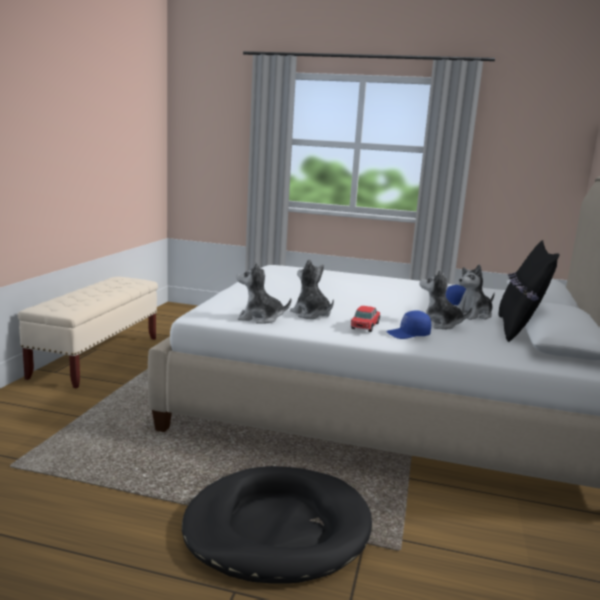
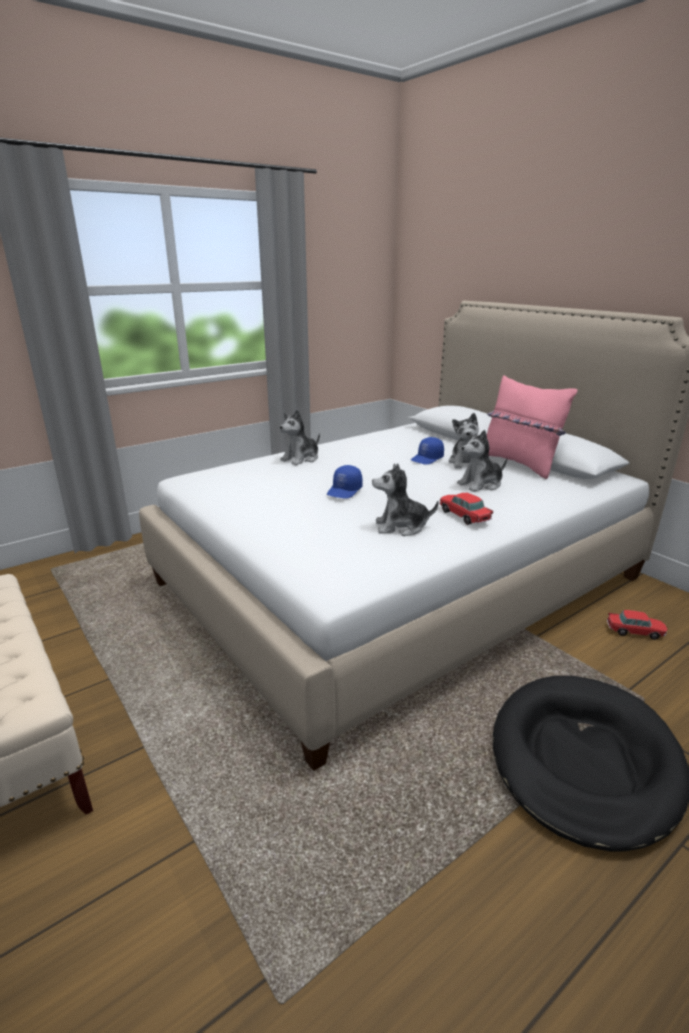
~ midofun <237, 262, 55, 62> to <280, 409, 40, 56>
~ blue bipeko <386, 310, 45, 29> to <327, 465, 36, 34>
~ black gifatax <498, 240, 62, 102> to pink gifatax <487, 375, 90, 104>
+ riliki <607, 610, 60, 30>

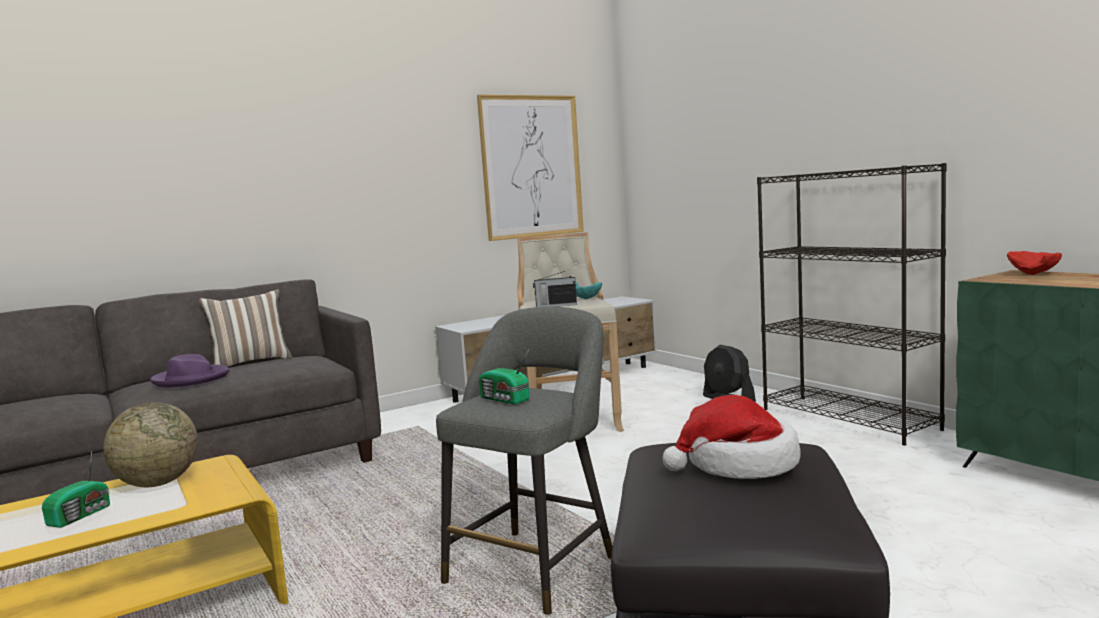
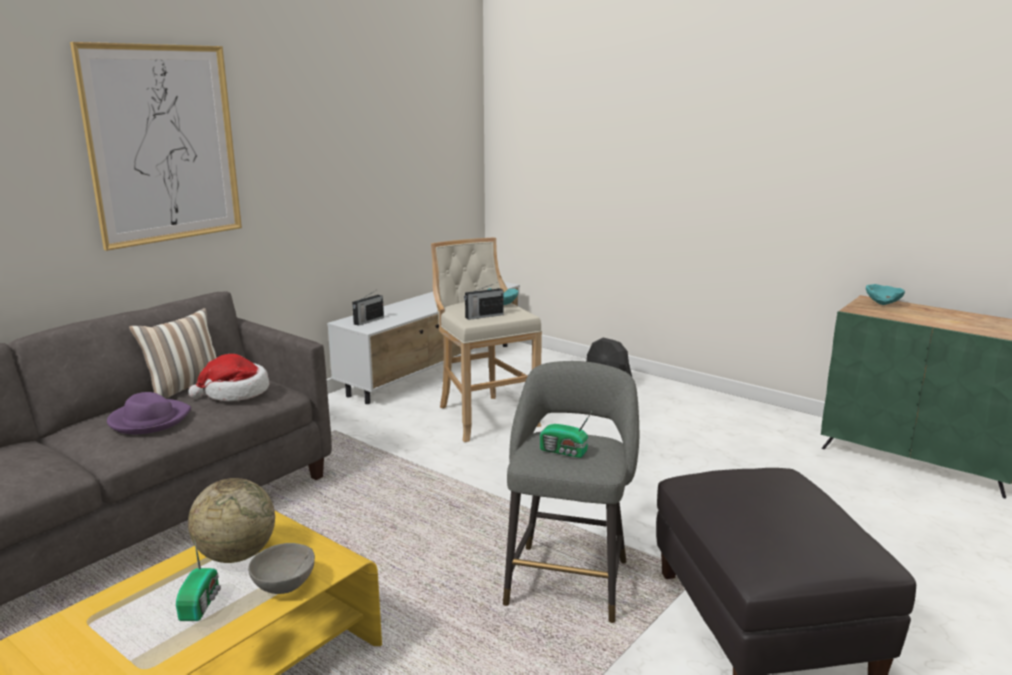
~ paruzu <477, 95, 107, 146> to <70, 42, 172, 209>
~ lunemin <662, 395, 139, 84> to <188, 354, 81, 47>
+ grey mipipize <248, 543, 67, 51>
+ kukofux <352, 292, 32, 34>
~ red mipipize <1007, 251, 55, 24> to turquoise mipipize <866, 284, 39, 21>
- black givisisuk <757, 163, 190, 283>

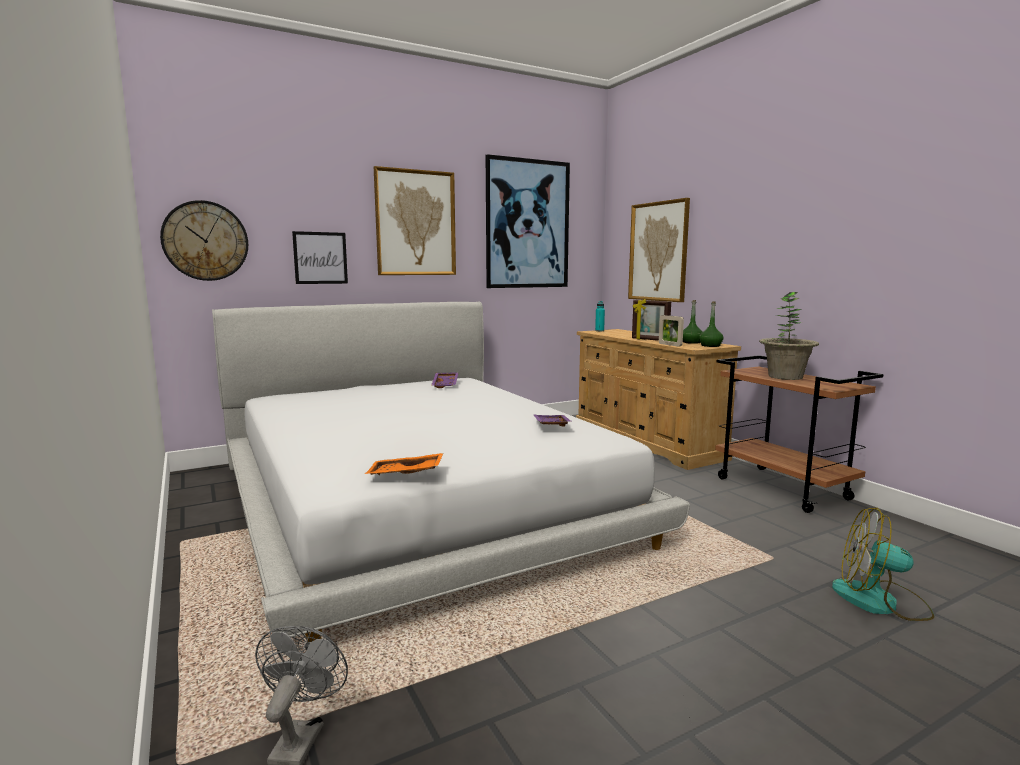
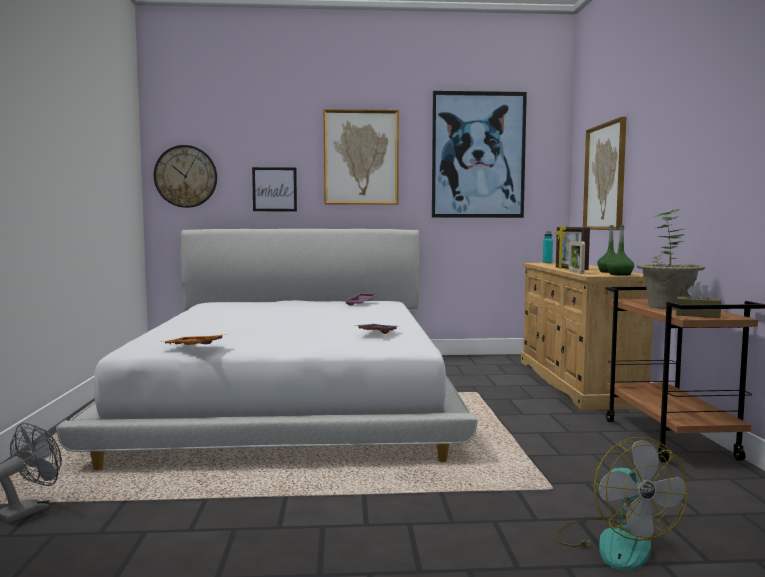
~ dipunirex <832, 508, 102, 113> = <555, 437, 133, 134> 150 degrees counterclockwise
+ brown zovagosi <676, 282, 45, 36>

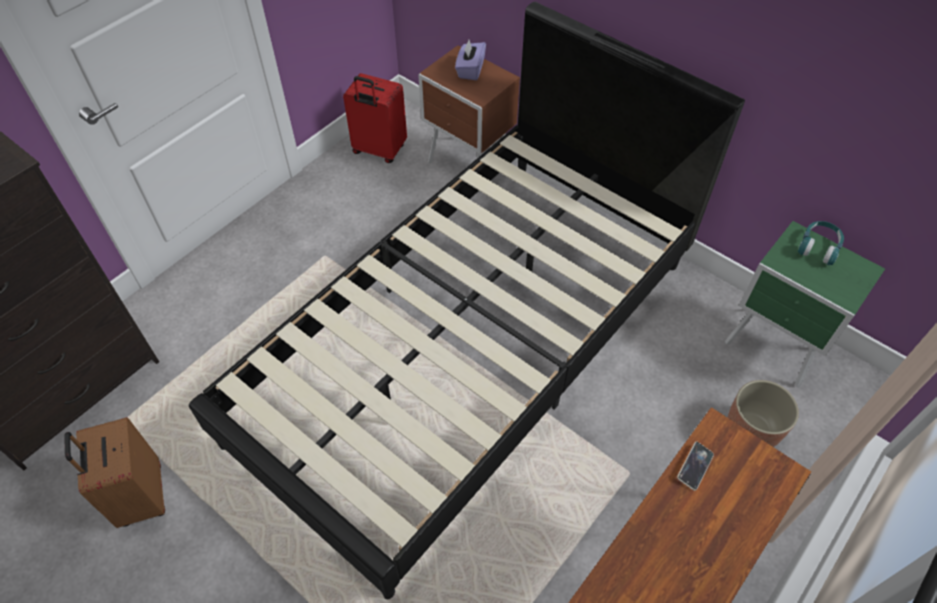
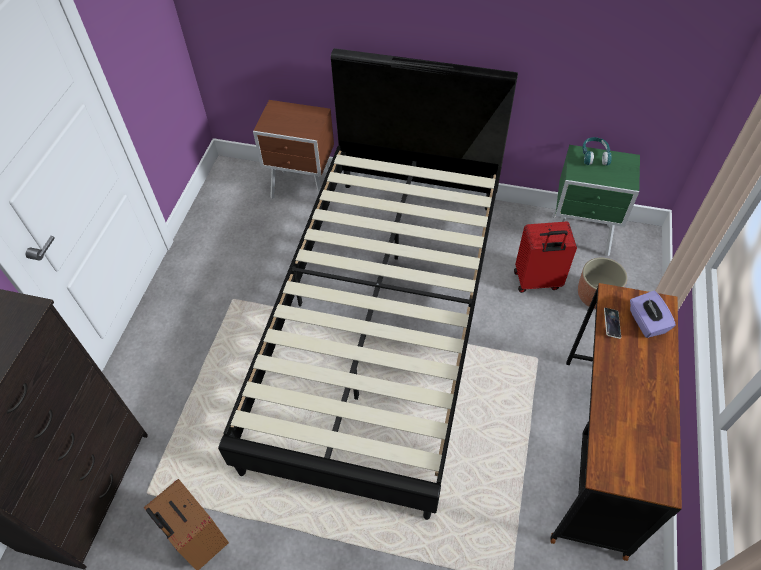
~ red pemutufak <343, 73, 64, 90> to <514, 222, 63, 71>
~ purple zovagosi <455, 40, 31, 40> to <630, 291, 46, 47>

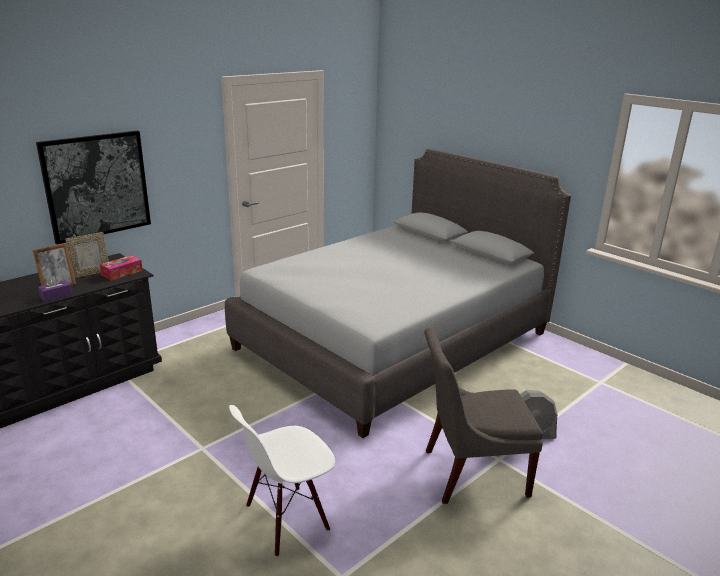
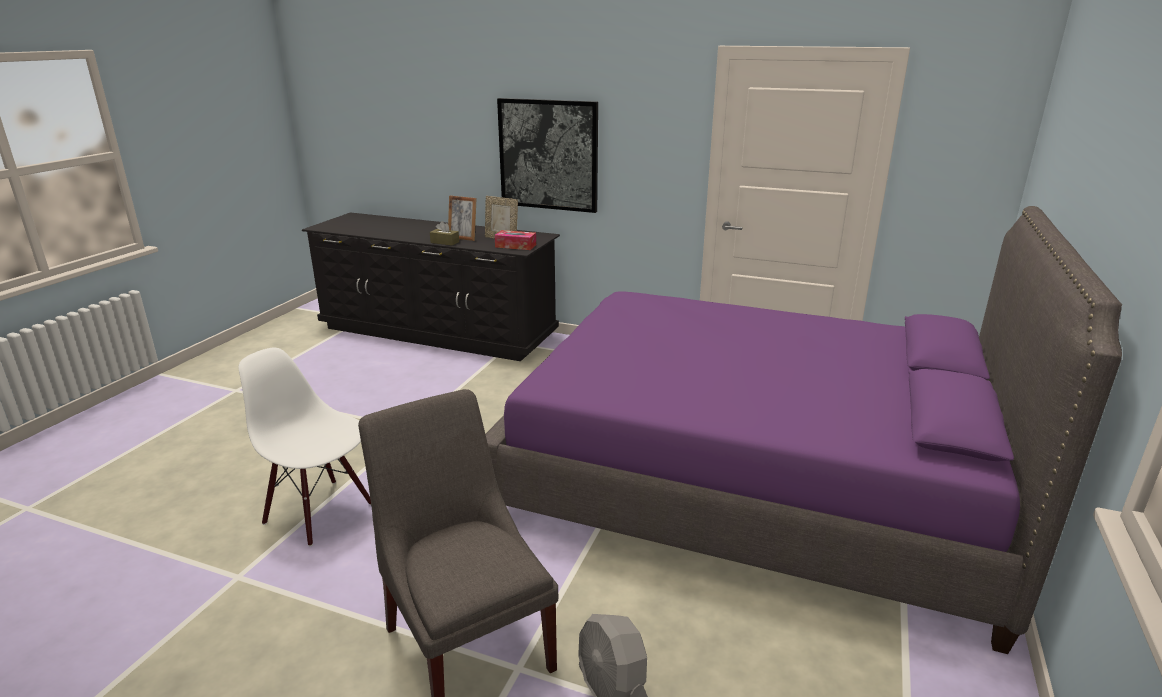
~ purple zovagosi <38, 276, 34, 26> to brown zovagosi <430, 221, 29, 24>
~ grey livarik <225, 148, 346, 290> to purple livarik <486, 206, 636, 448>

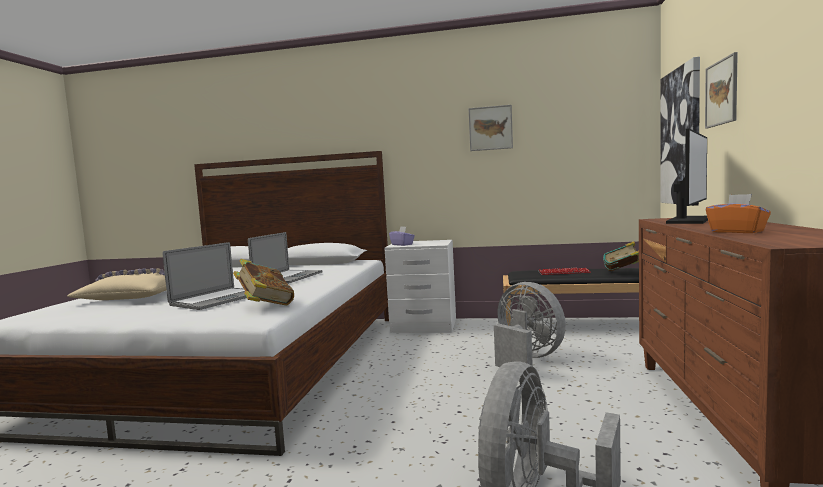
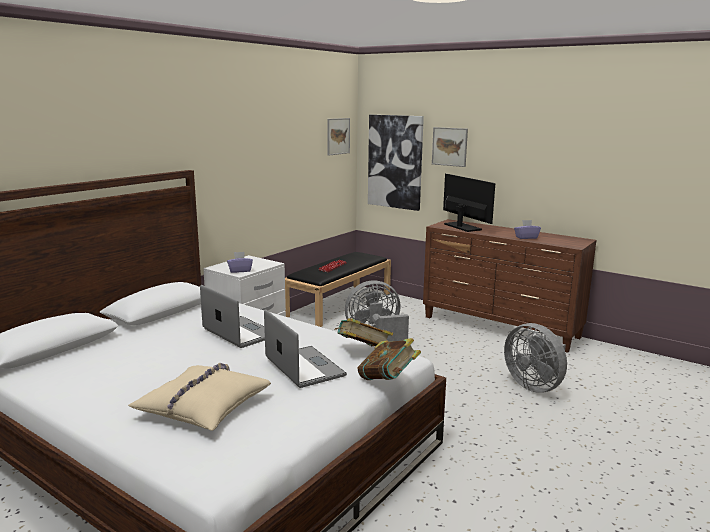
~ paruzu <468, 105, 45, 46> to <327, 118, 23, 38>
~ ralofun <603, 241, 36, 30> to <357, 338, 64, 42>
~ orange zovagosi <706, 194, 65, 39> to purple zovagosi <514, 220, 27, 19>

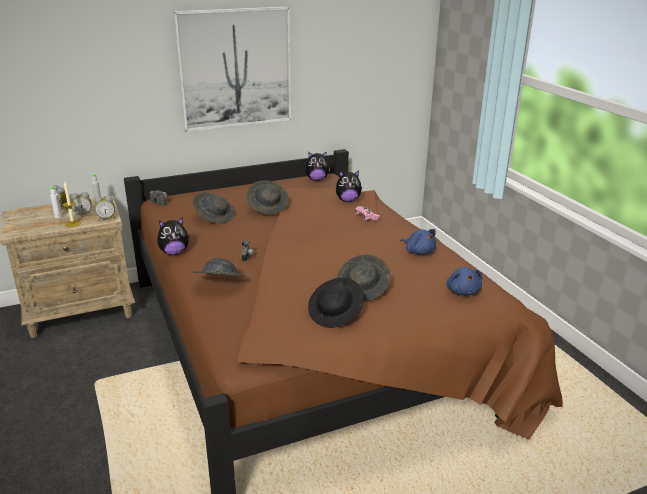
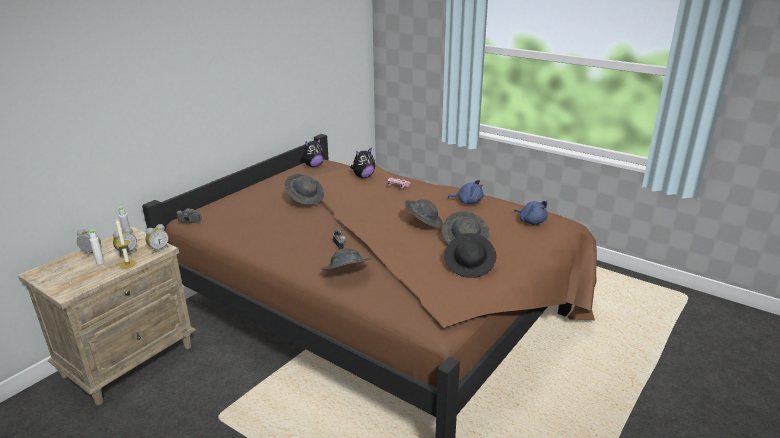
~ grey lunemin <193, 192, 41, 31> to <405, 199, 38, 28>
- midofun <157, 217, 33, 38>
- paruzu <173, 7, 119, 125>

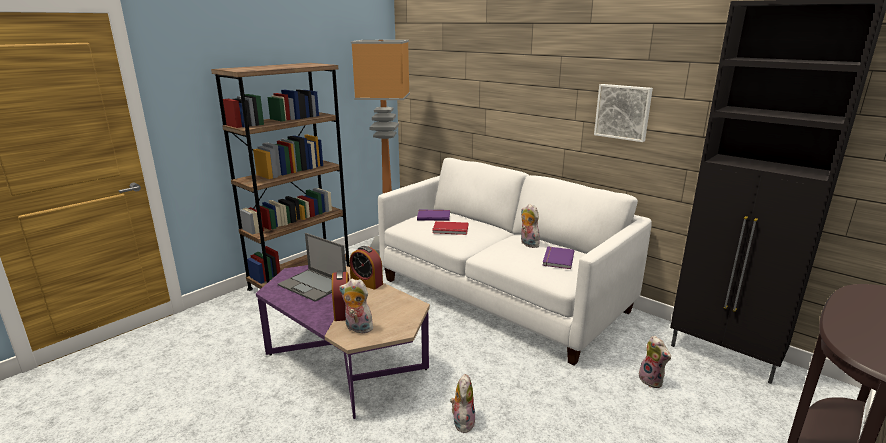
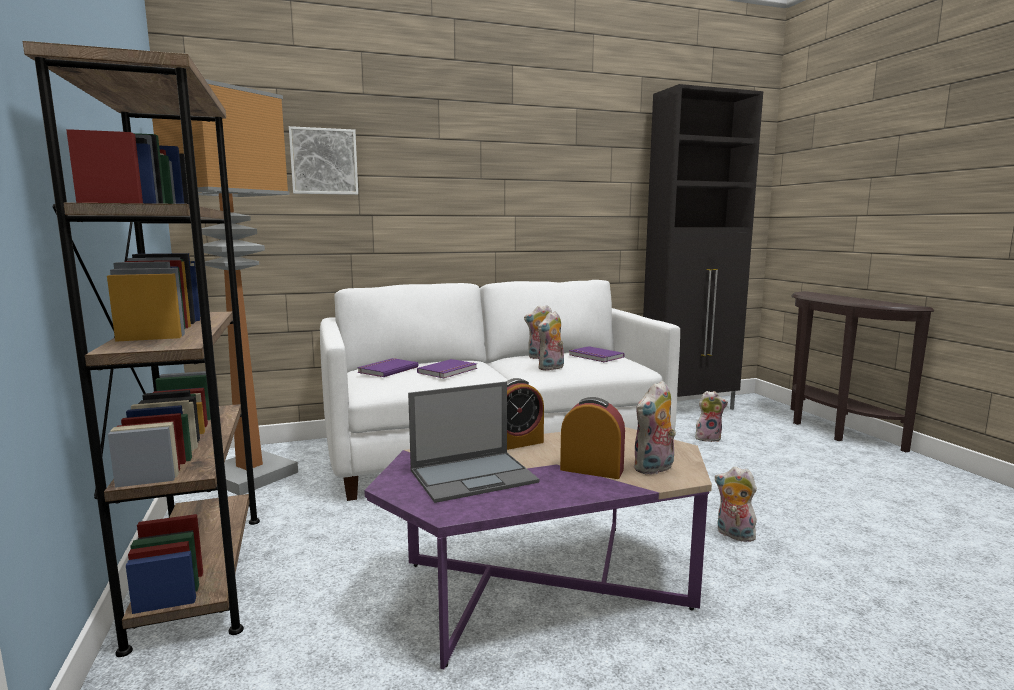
~ paruzu <594, 84, 59, 58> to <289, 126, 69, 69>
~ red ralofun <433, 221, 35, 14> to purple ralofun <417, 359, 60, 19>
+ midofun <538, 311, 26, 60>

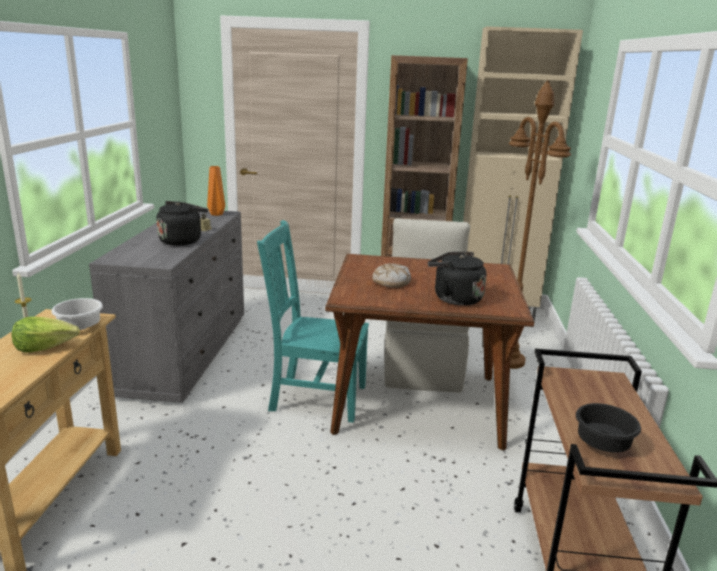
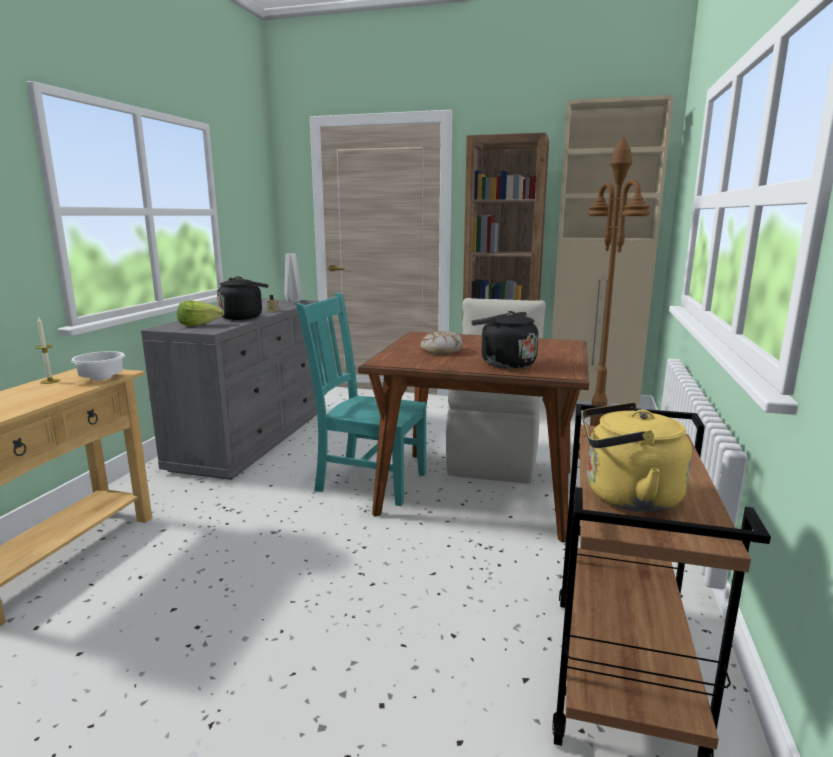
~ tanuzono <12, 317, 68, 36> to <177, 301, 47, 25>
~ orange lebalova <207, 166, 18, 50> to grey lebalova <285, 253, 17, 50>
~ black mipipize <576, 403, 65, 49> to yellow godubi <582, 402, 110, 110>

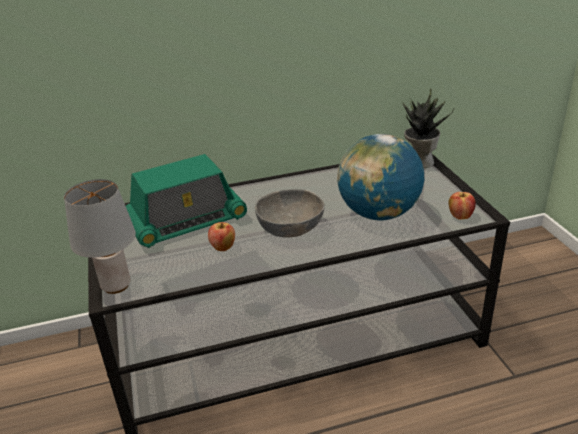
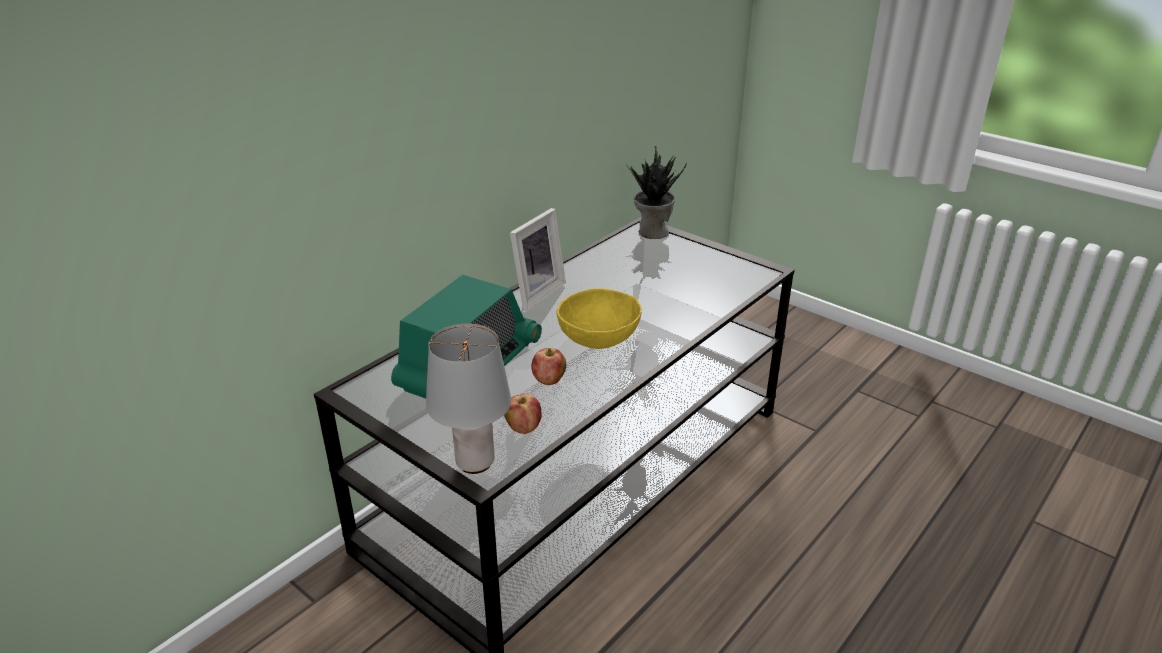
~ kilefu <449, 192, 27, 28> to <504, 394, 38, 40>
+ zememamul <510, 208, 56, 102>
~ grey mipipize <255, 189, 70, 49> to yellow mipipize <556, 288, 86, 61>
- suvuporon <337, 134, 87, 86>

